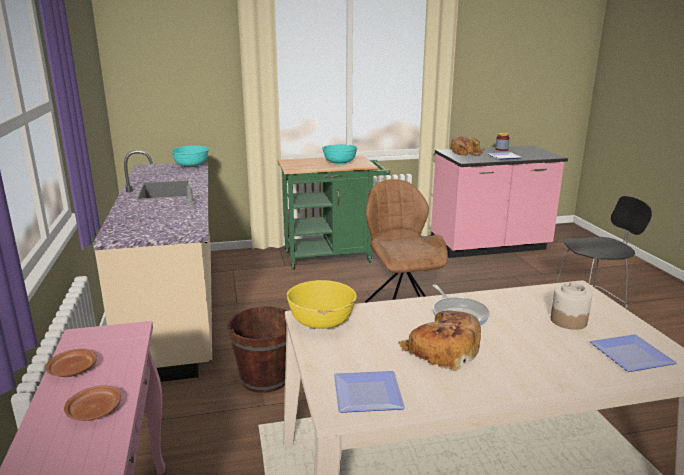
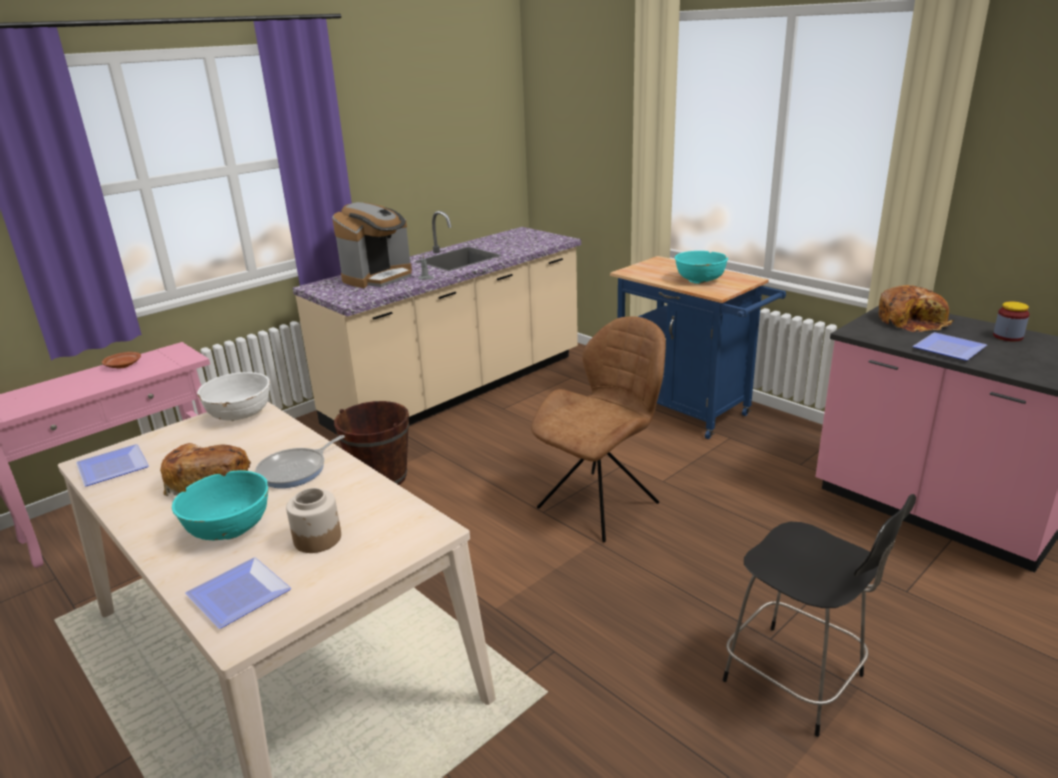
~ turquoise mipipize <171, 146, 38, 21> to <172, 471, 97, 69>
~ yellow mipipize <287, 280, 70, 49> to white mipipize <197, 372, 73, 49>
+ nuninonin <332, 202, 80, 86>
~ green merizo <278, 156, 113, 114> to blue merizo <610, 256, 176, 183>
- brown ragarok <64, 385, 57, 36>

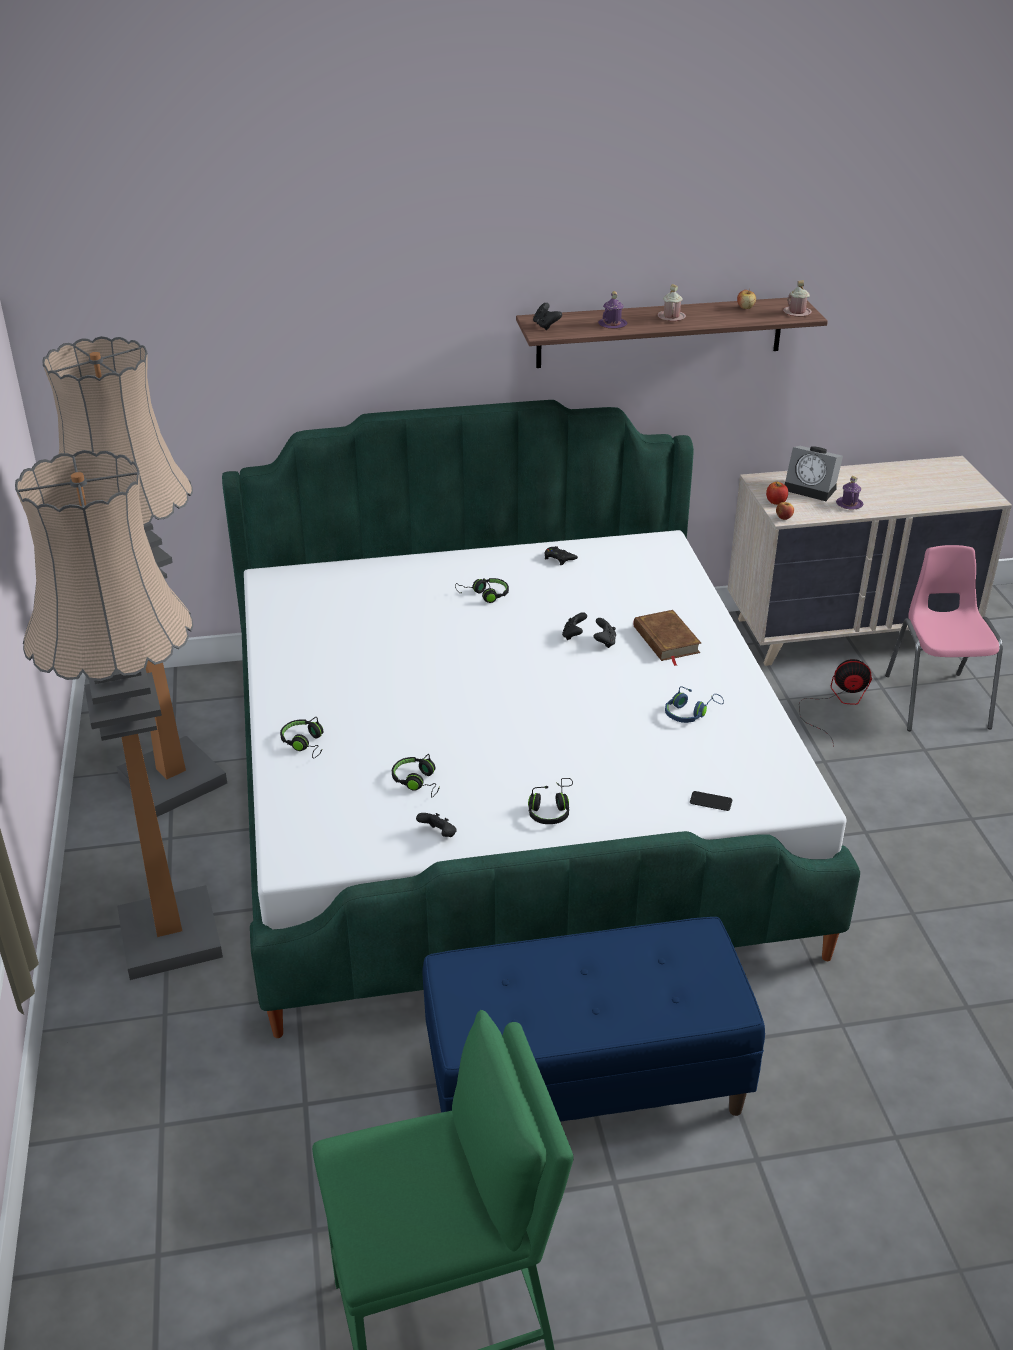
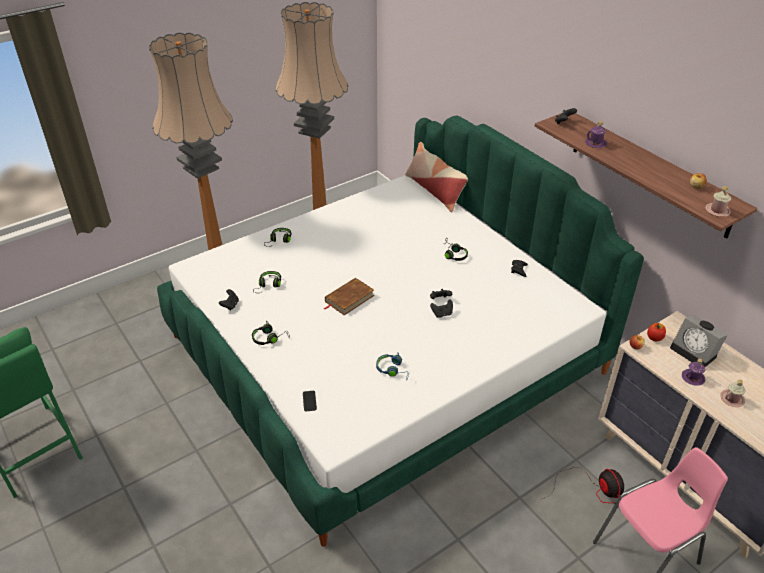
~ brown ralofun <634, 610, 67, 56> to <323, 278, 51, 37>
+ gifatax <405, 142, 63, 71>
~ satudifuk <785, 446, 58, 55> = <670, 315, 58, 52> 45 degrees counterclockwise
~ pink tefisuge <657, 284, 29, 37> to <720, 380, 25, 27>
- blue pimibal <423, 917, 342, 205>

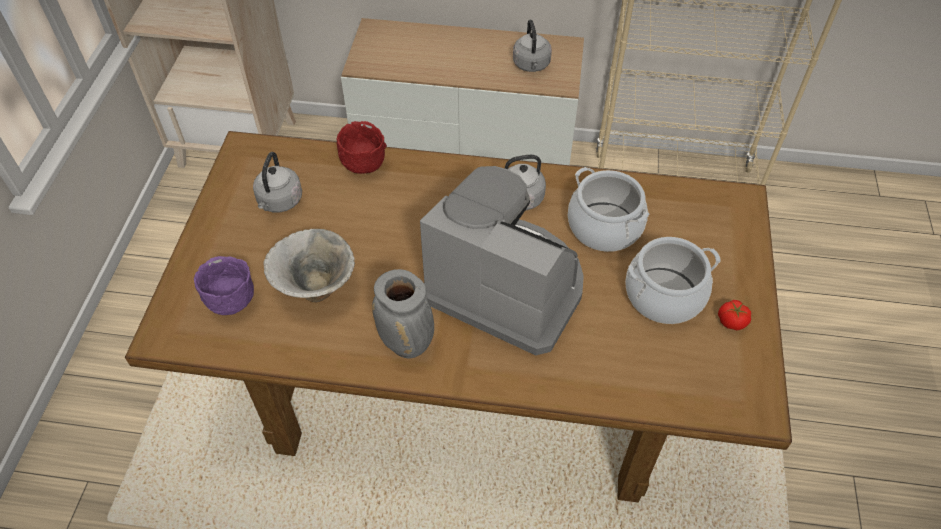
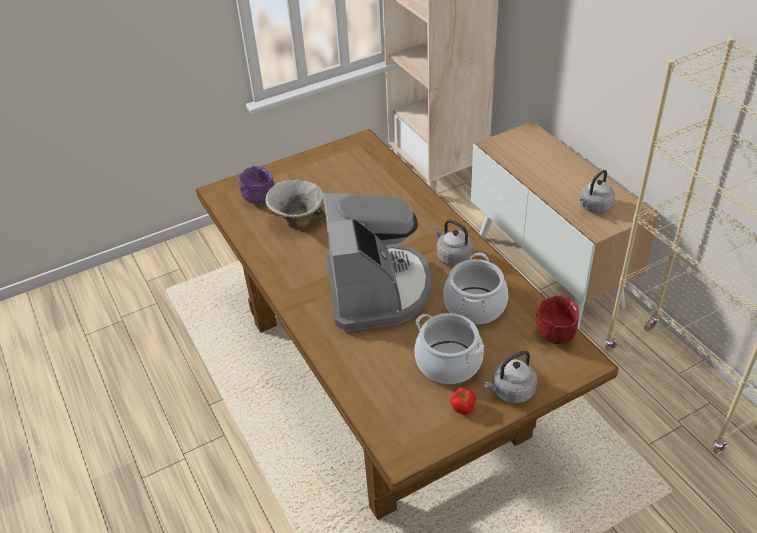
~ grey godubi <253, 152, 49, 60> to <484, 351, 53, 53>
~ red mipipize <336, 121, 51, 53> to <536, 296, 43, 48>
- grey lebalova <372, 269, 62, 90>

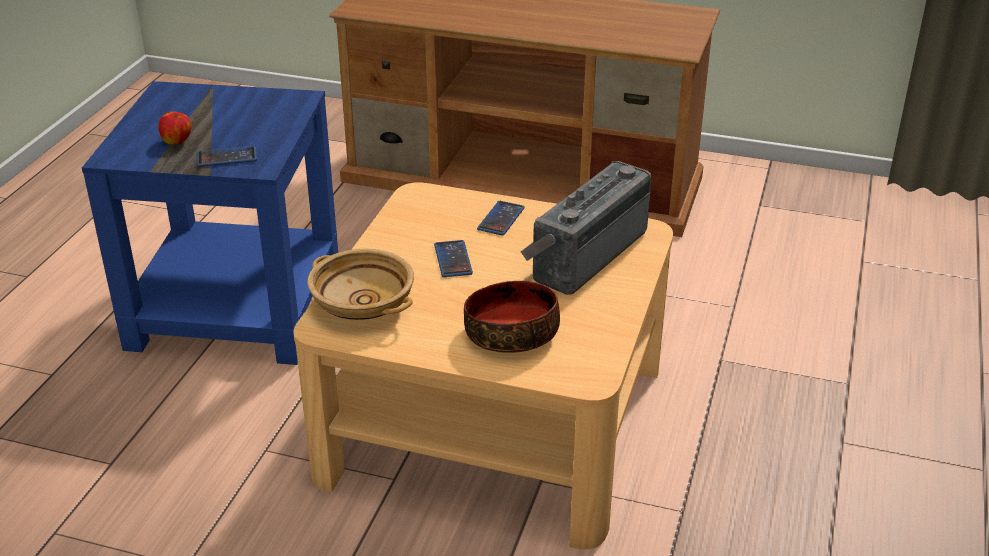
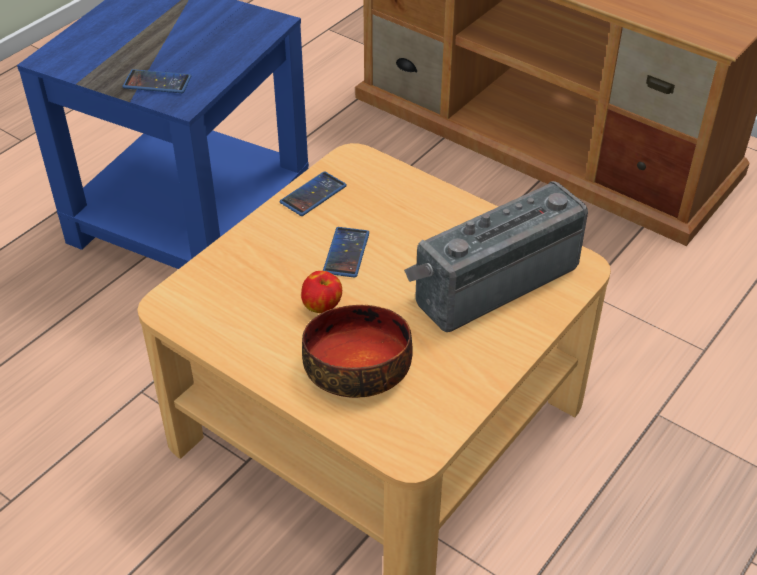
~ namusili <477, 201, 48, 35> to <280, 171, 67, 45>
~ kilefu <158, 112, 33, 33> to <301, 271, 41, 42>
- beige mipipize <307, 249, 107, 71>

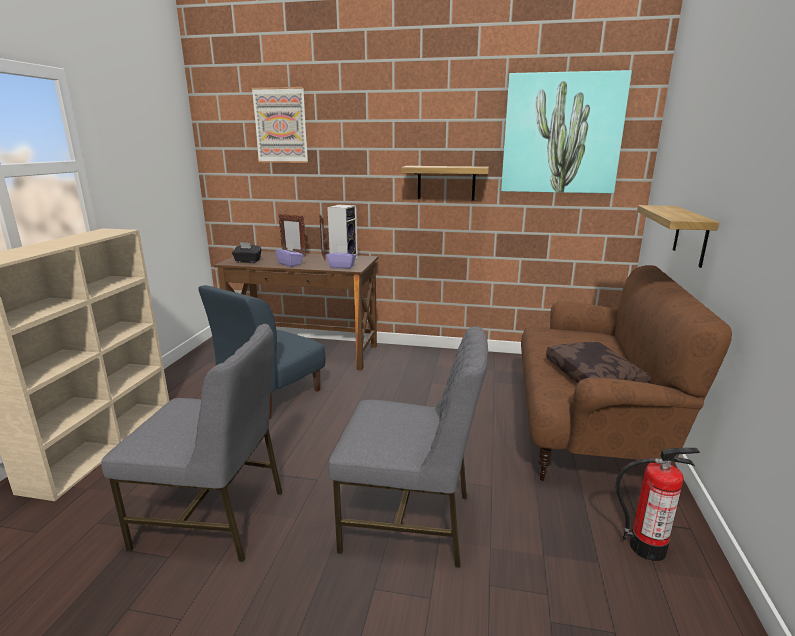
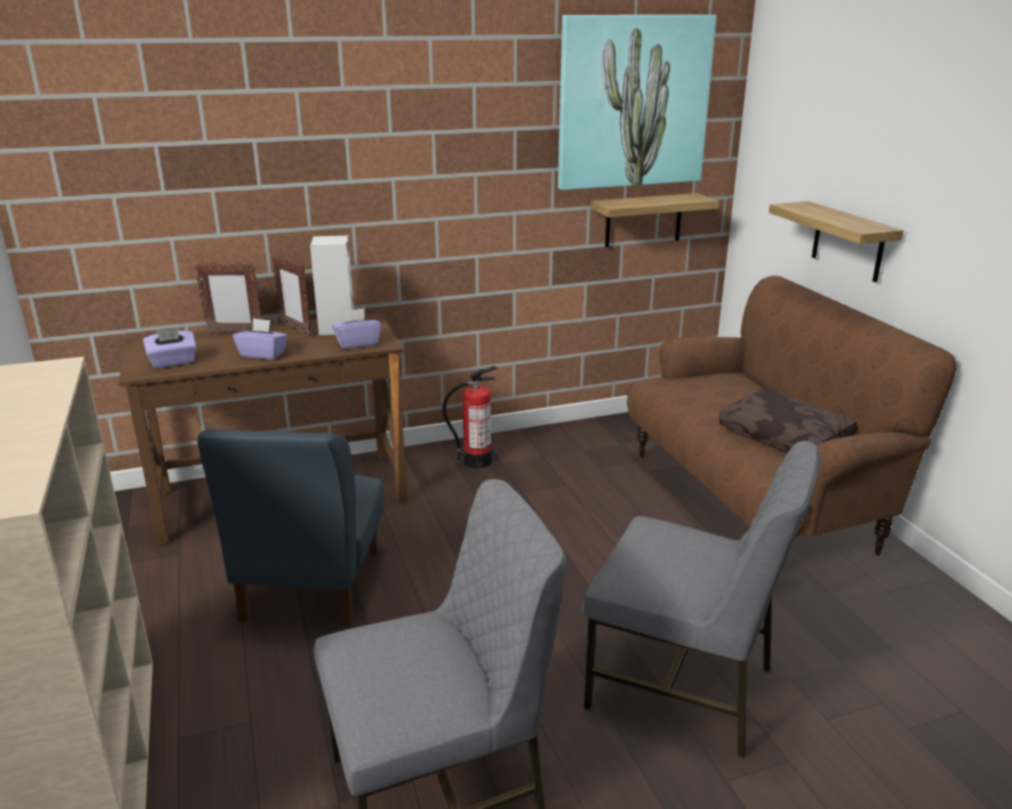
~ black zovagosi <232, 242, 30, 21> to purple zovagosi <143, 329, 54, 39>
~ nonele <615, 448, 85, 113> to <442, 366, 55, 102>
~ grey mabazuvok <328, 326, 160, 242> = <583, 441, 238, 317> 45 degrees clockwise
~ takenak <401, 166, 88, 34> to <591, 193, 128, 54>
- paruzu <251, 87, 57, 76>

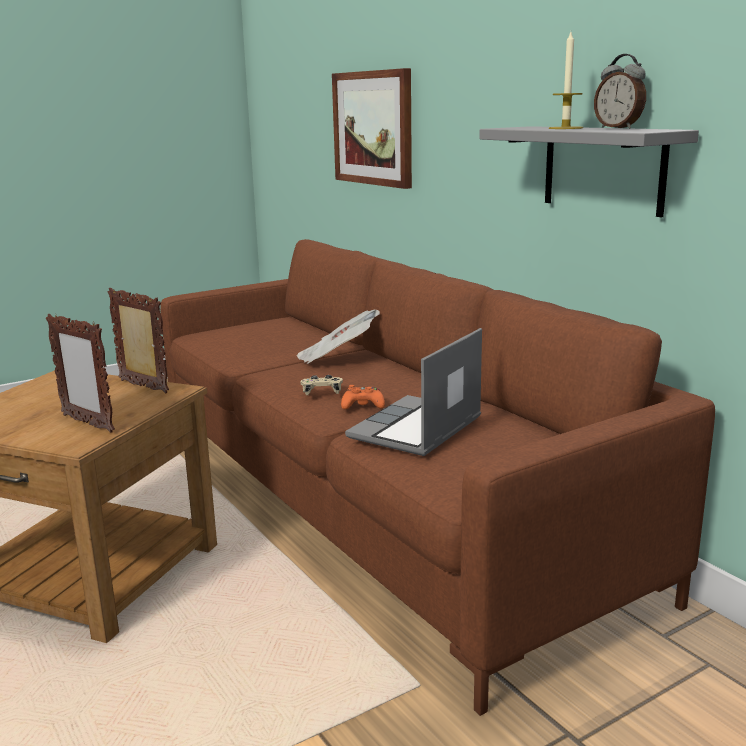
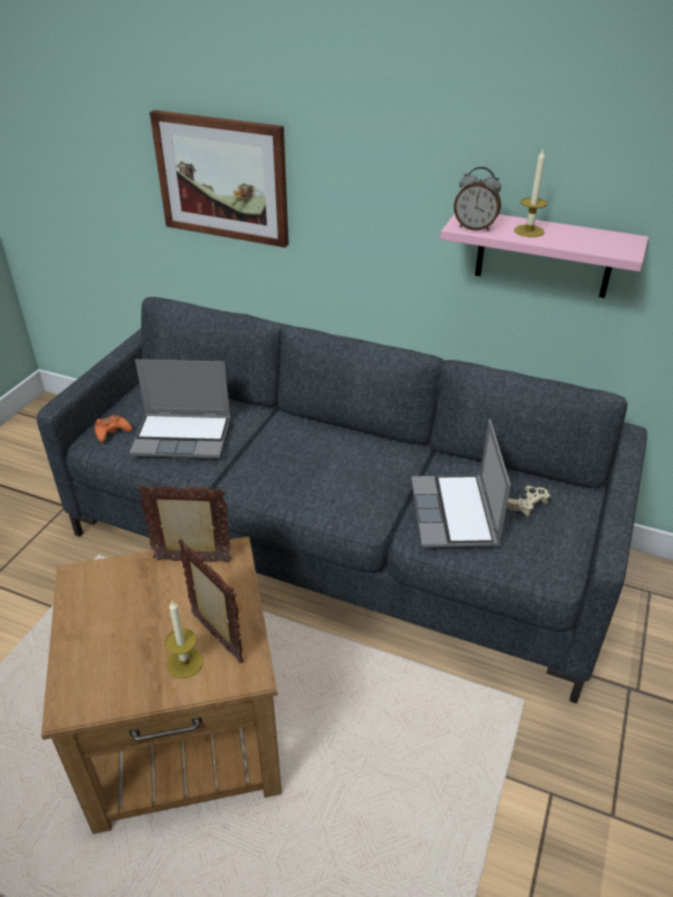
~ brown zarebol <160, 239, 555, 477> to grey zarebol <37, 297, 610, 406>
~ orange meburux <341, 385, 44, 24> to <95, 414, 37, 28>
+ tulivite <129, 359, 102, 100>
+ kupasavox <165, 601, 38, 78>
~ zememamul <46, 314, 69, 119> = <178, 539, 65, 124> 135 degrees counterclockwise
~ grey takenak <479, 126, 220, 91> to pink takenak <440, 214, 209, 84>
~ satudifuk <594, 54, 52, 75> to <454, 167, 47, 64>
~ beige meburux <301, 375, 42, 20> to <507, 486, 44, 31>
- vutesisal <297, 310, 83, 54>

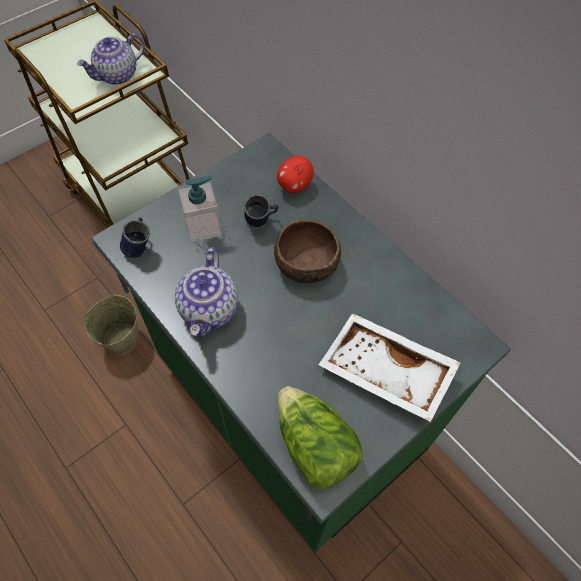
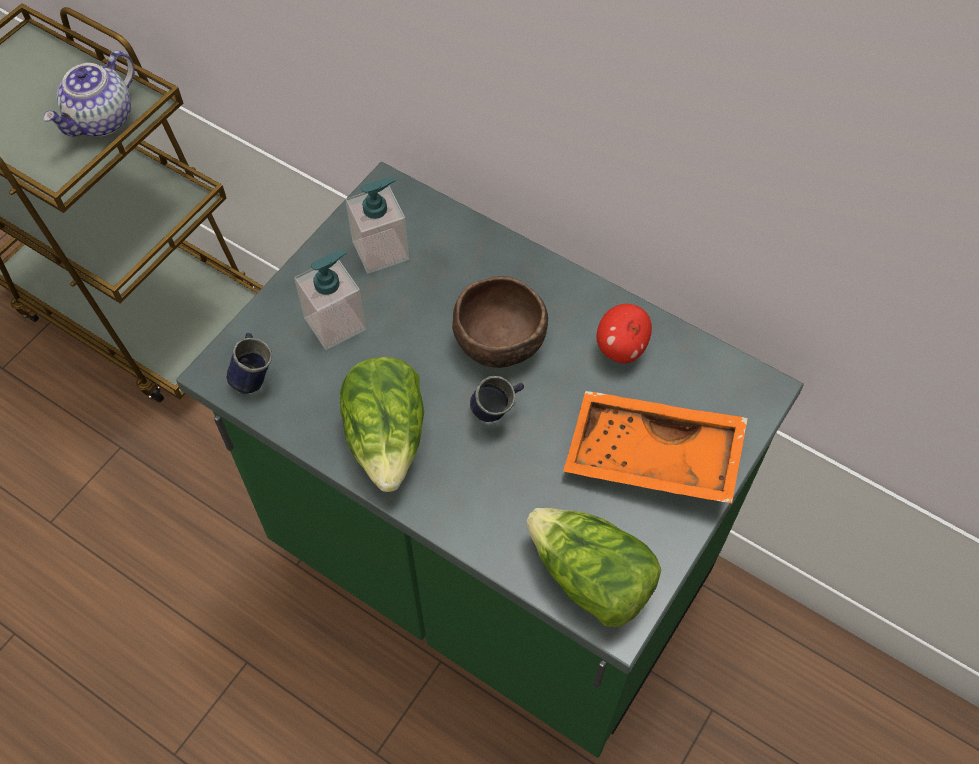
~ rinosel <175, 247, 63, 90> to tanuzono <340, 357, 84, 135>
+ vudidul <345, 177, 64, 97>
~ blue tefisuge <244, 194, 35, 33> to <470, 376, 54, 46>
~ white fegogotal <319, 313, 142, 109> to orange fegogotal <563, 391, 185, 113>
~ kilefu <277, 156, 37, 37> to <597, 304, 55, 59>
- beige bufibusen <84, 295, 55, 59>

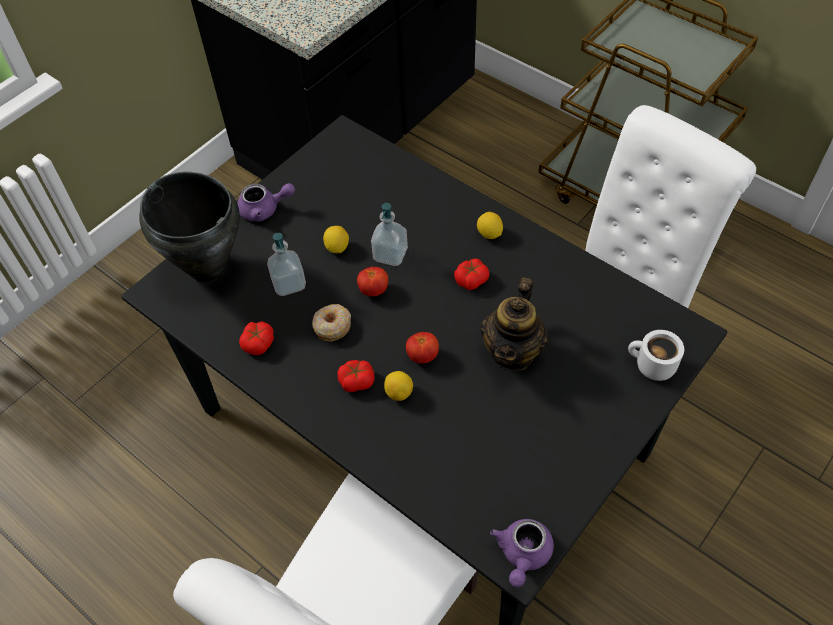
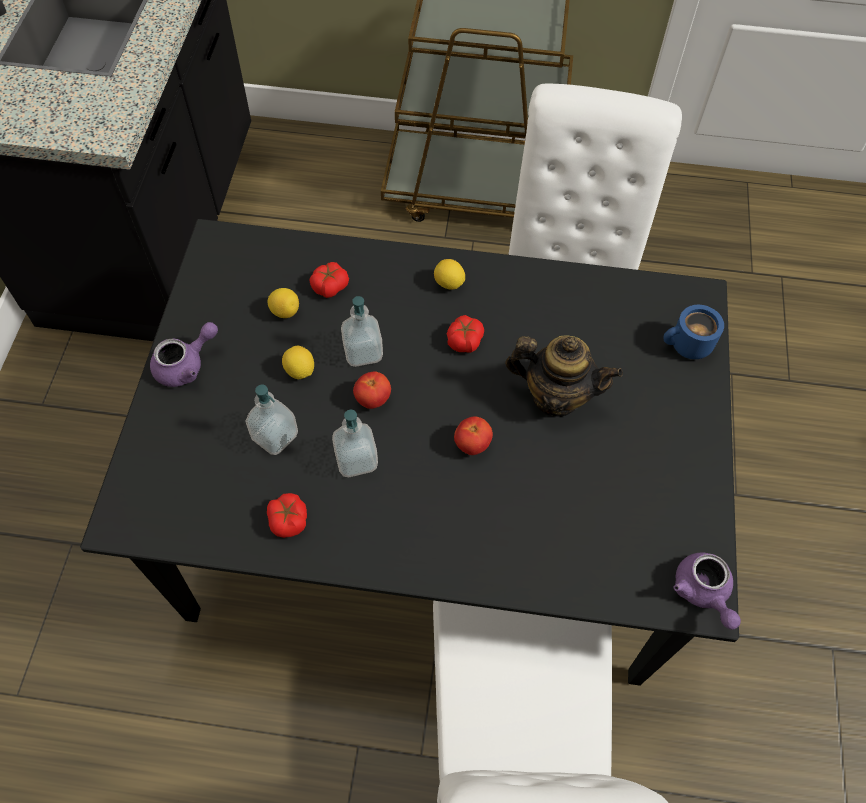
~ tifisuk <384, 371, 29, 30> to <268, 288, 31, 30>
~ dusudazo <338, 360, 37, 32> to <309, 262, 40, 36>
~ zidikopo <312, 304, 39, 38> to vudidul <332, 410, 46, 67>
~ rinosel <481, 277, 67, 94> = <505, 335, 118, 82> 60 degrees counterclockwise
~ white tefisuge <628, 330, 56, 51> to blue tefisuge <663, 305, 61, 54>
- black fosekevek <139, 172, 101, 111>

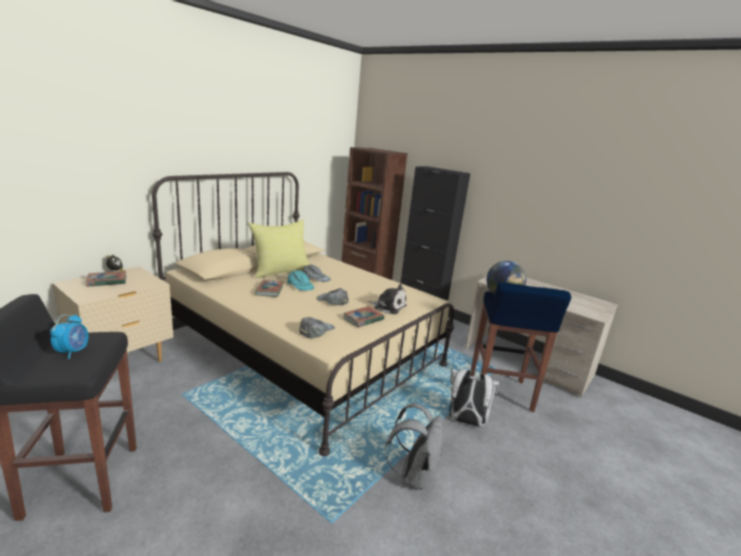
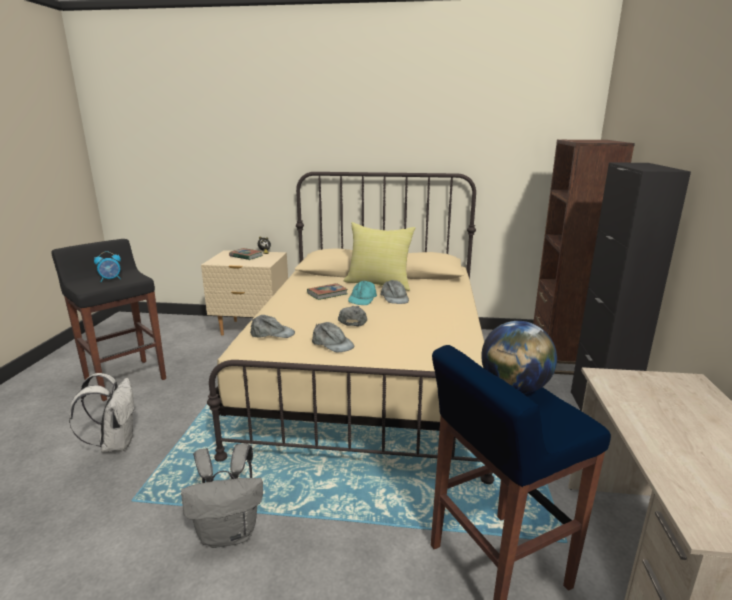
~ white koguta <449, 369, 51, 58> to <69, 373, 65, 80>
~ ralofun <343, 306, 42, 21> to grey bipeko <312, 322, 43, 30>
- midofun <367, 284, 40, 30>

